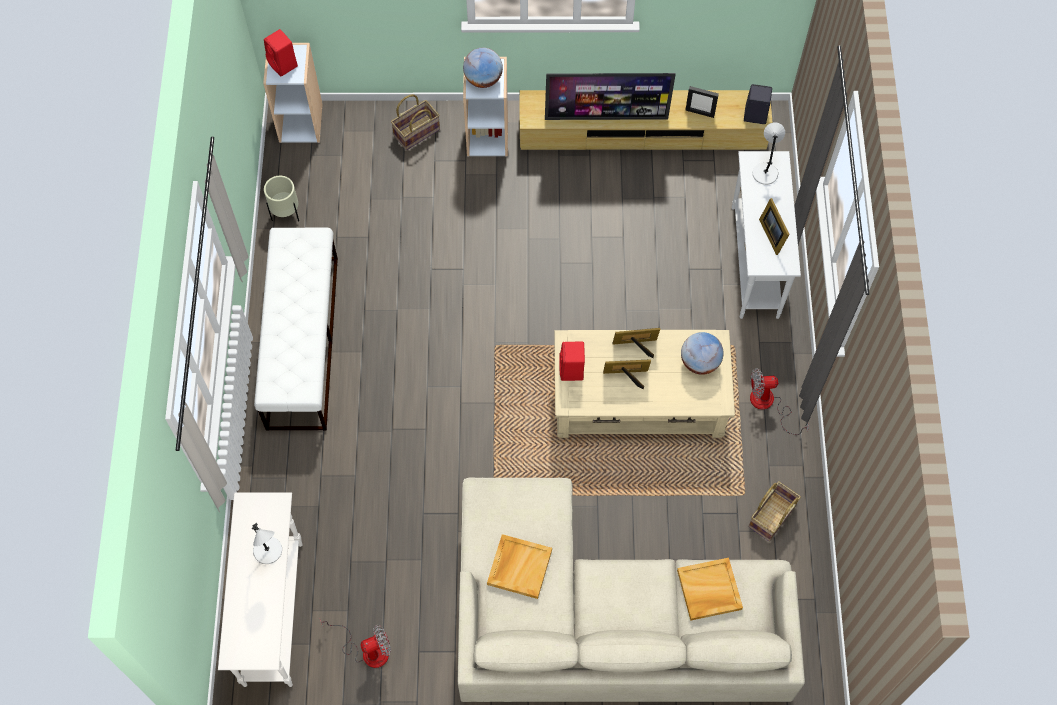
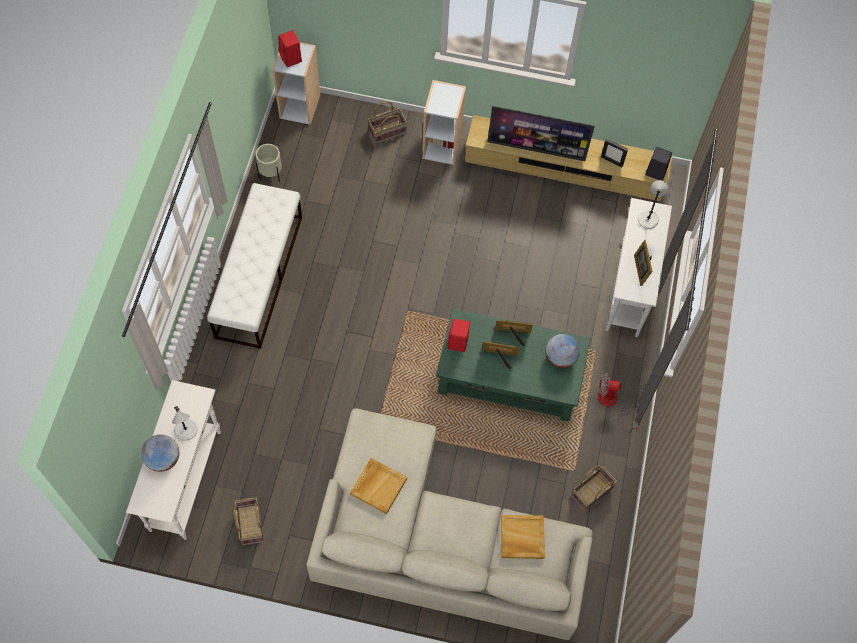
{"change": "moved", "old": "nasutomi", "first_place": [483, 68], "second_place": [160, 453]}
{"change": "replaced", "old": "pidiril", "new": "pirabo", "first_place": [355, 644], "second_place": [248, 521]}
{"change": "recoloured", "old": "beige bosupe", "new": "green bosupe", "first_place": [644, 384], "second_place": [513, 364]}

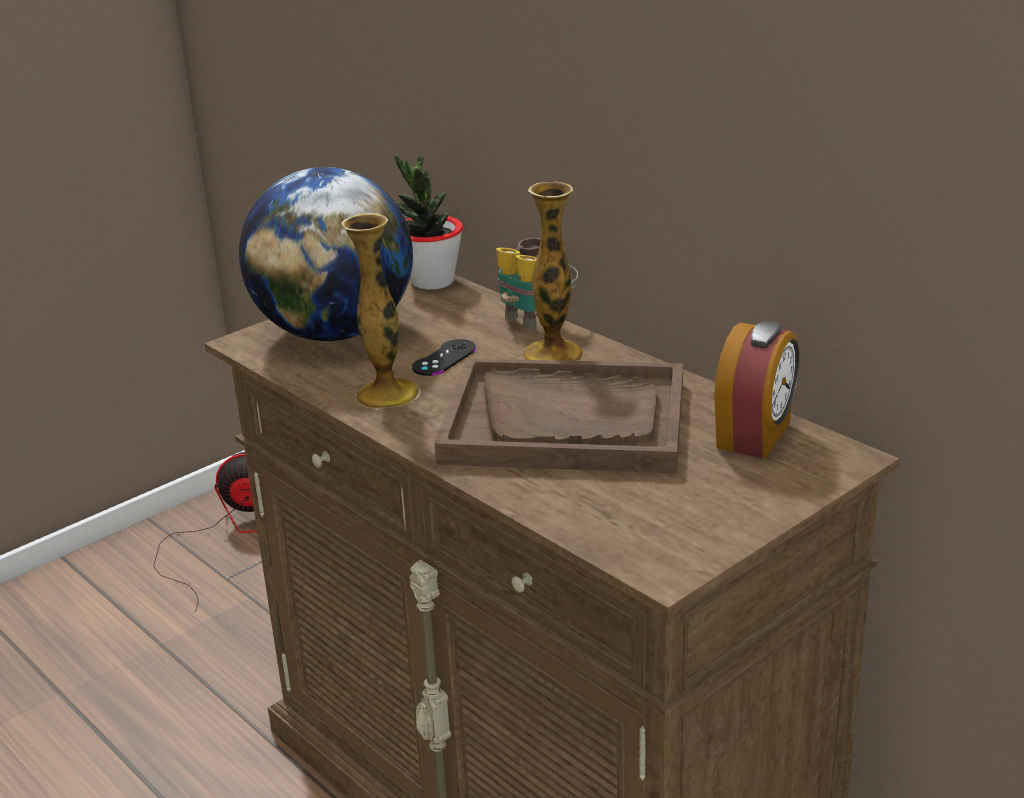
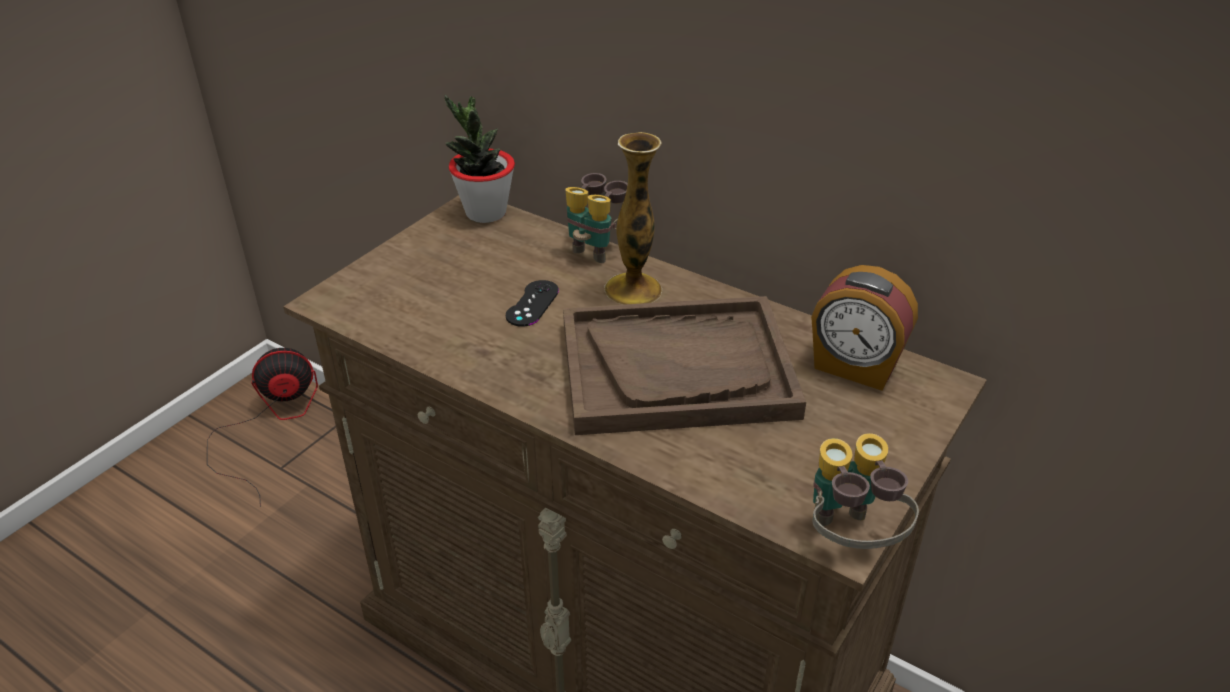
{"change": "turned", "old": "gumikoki", "first_place": [756, 390], "second_place": [864, 328], "degrees": 105}
{"change": "added", "new": "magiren", "second_place": [865, 491]}
{"change": "removed", "old": "nasutomi", "first_place": [326, 254]}
{"change": "removed", "old": "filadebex", "first_place": [380, 311]}

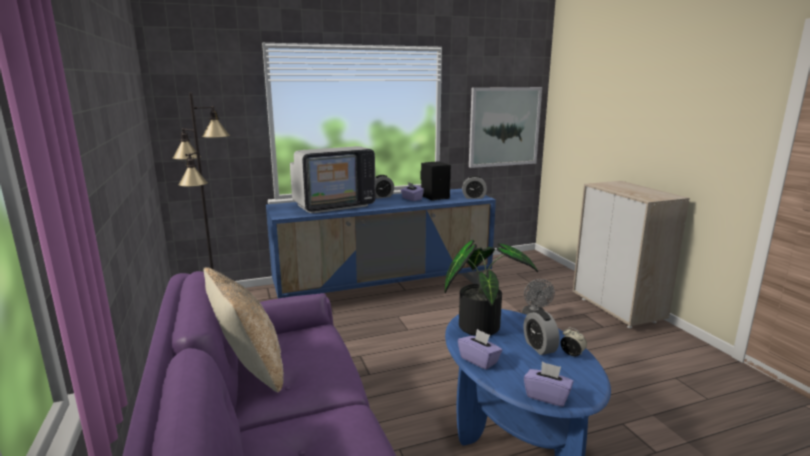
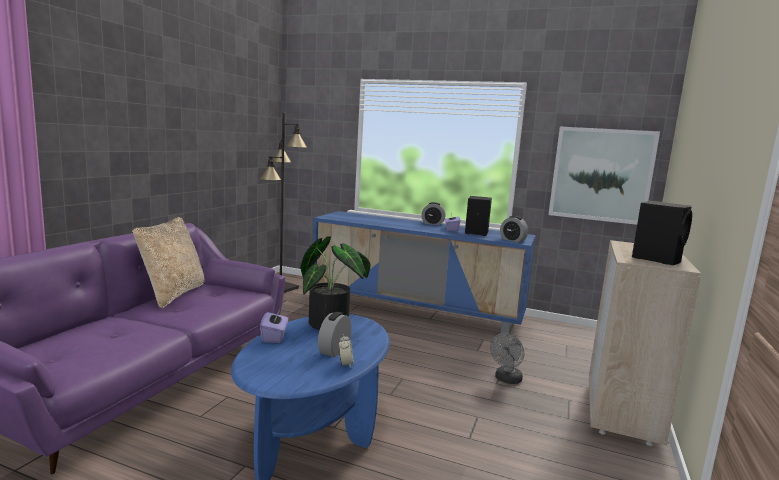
{"change": "added", "new": "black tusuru", "second_place": [662, 233]}
{"change": "removed", "old": "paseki", "first_place": [333, 179]}
{"change": "removed", "old": "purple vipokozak", "first_place": [548, 384]}

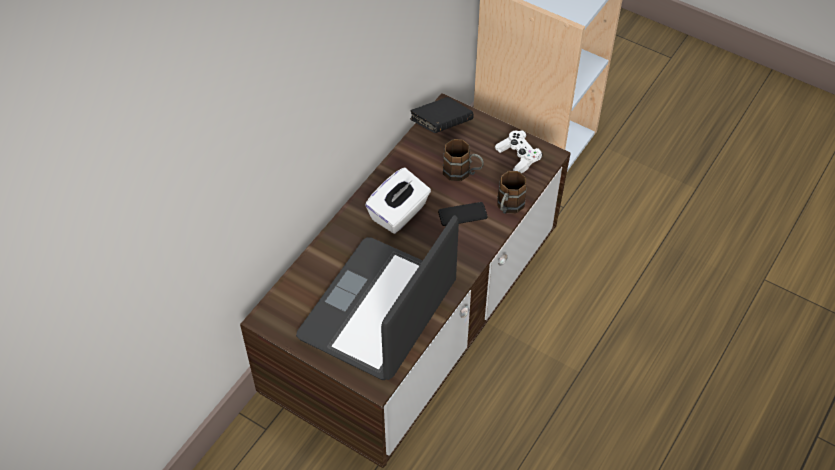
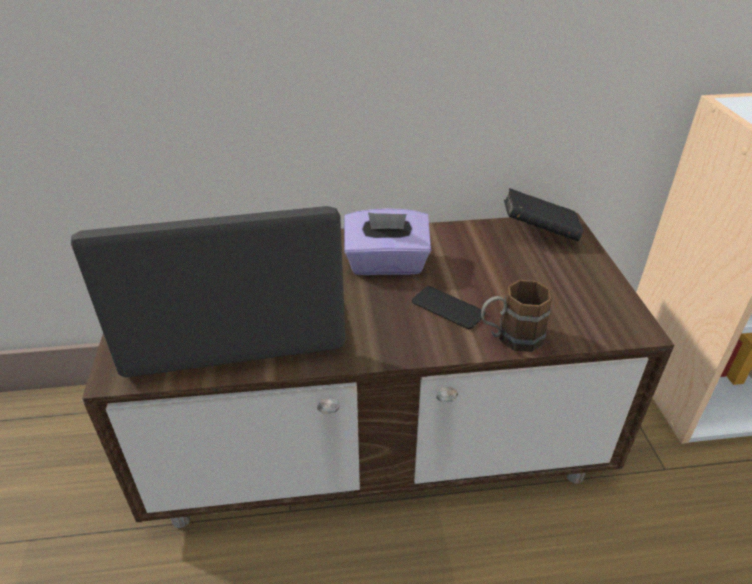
{"change": "recoloured", "old": "white vipokozak", "new": "purple vipokozak", "first_place": [398, 201], "second_place": [387, 241]}
{"change": "removed", "old": "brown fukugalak", "first_place": [463, 160]}
{"change": "removed", "old": "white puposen", "first_place": [519, 151]}

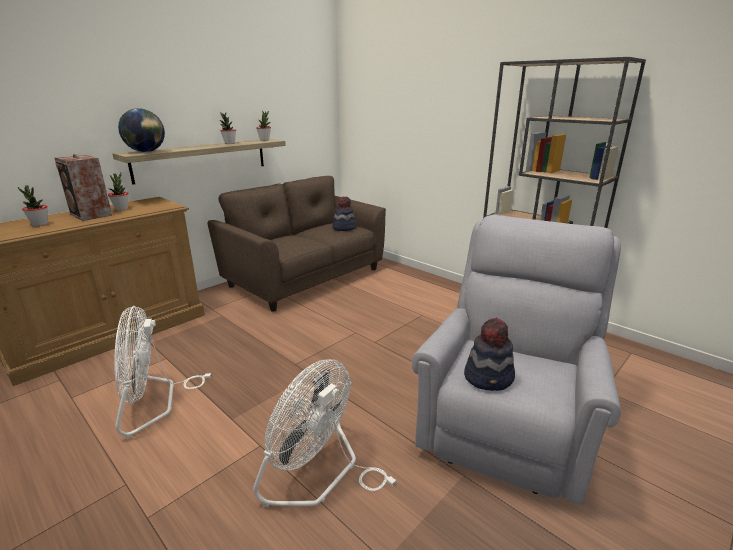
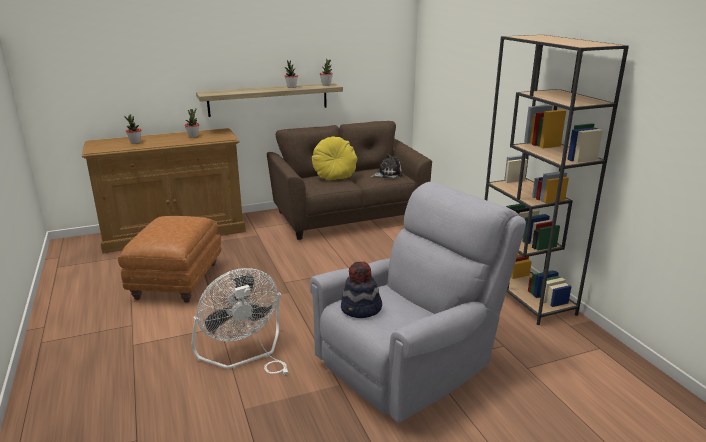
{"change": "replaced", "old": "white pidiril", "new": "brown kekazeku", "first_place": [162, 372], "second_place": [169, 259]}
{"change": "added", "new": "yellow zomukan", "second_place": [334, 158]}
{"change": "replaced", "old": "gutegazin", "new": "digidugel", "first_place": [344, 214], "second_place": [387, 166]}
{"change": "removed", "old": "tusuru", "first_place": [83, 187]}
{"change": "removed", "old": "nasutomi", "first_place": [141, 130]}

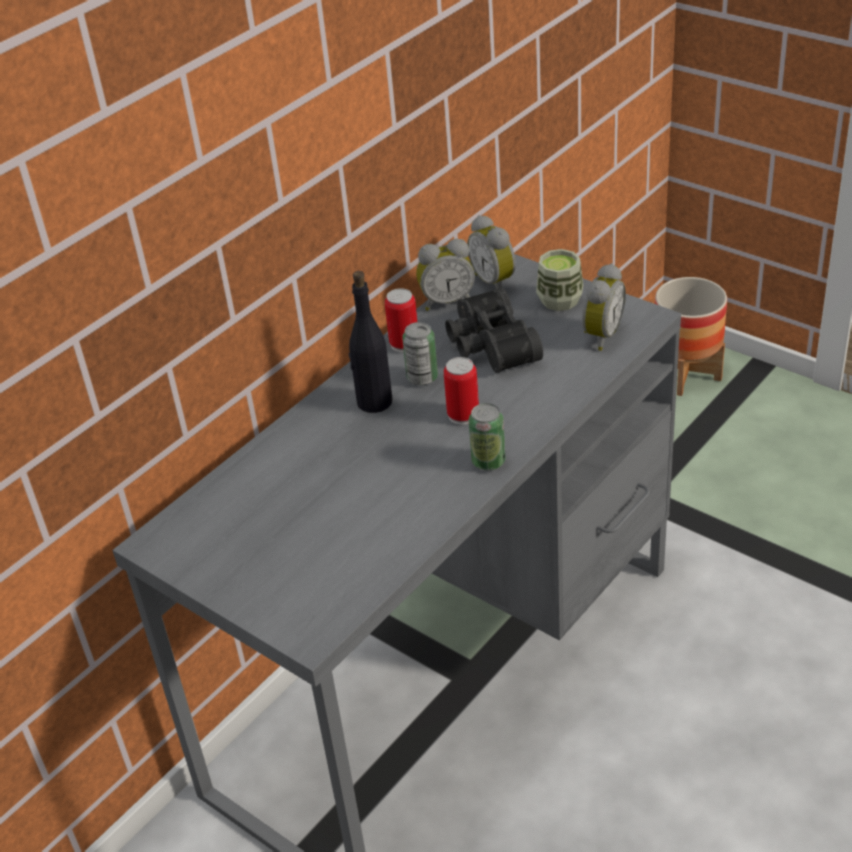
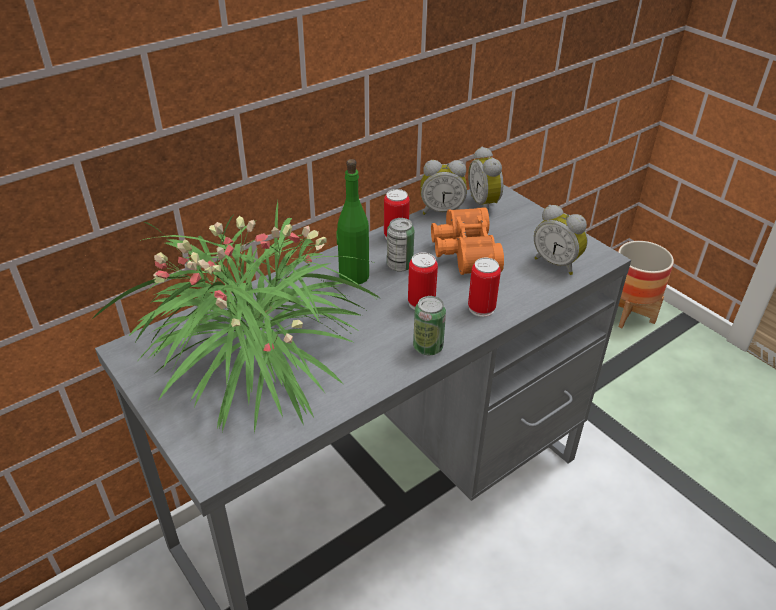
{"change": "added", "new": "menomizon", "second_place": [236, 317]}
{"change": "recoloured", "old": "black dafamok", "new": "green dafamok", "first_place": [370, 342], "second_place": [352, 221]}
{"change": "recoloured", "old": "black magiren", "new": "orange magiren", "first_place": [494, 330], "second_place": [467, 241]}
{"change": "added", "new": "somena", "second_place": [484, 287]}
{"change": "turned", "old": "gumikoki", "first_place": [604, 307], "second_place": [561, 240], "degrees": 90}
{"change": "removed", "old": "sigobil", "first_place": [559, 280]}

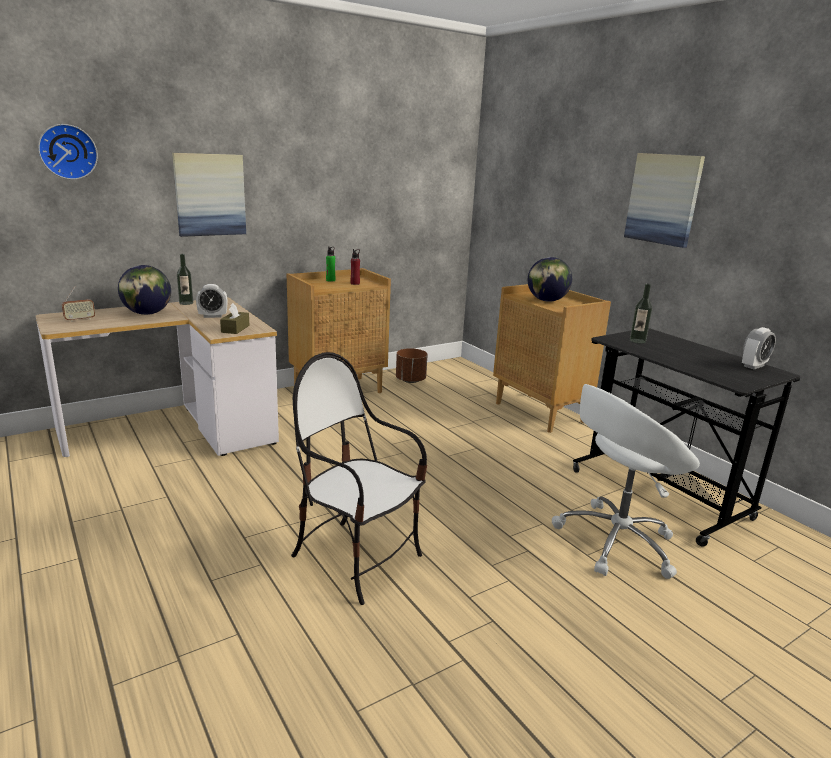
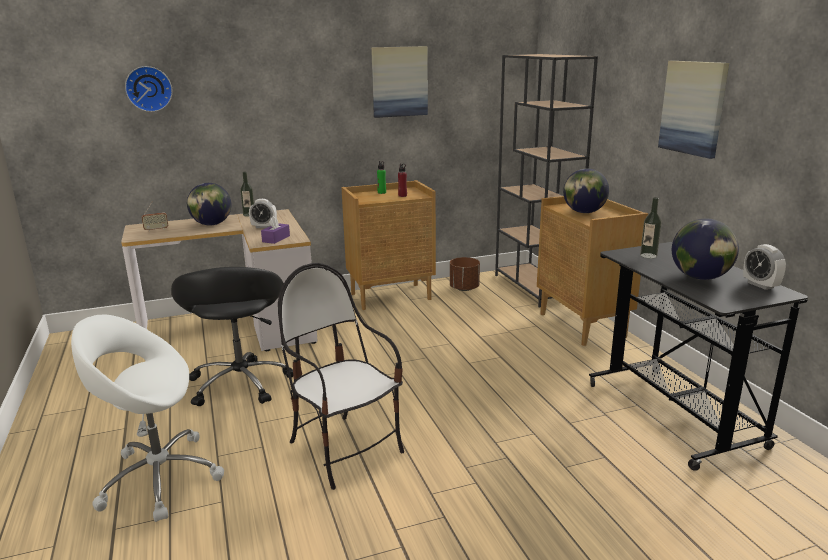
{"change": "moved", "old": "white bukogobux", "first_place": [626, 481], "second_place": [147, 418]}
{"change": "added", "new": "black bukogobux", "second_place": [232, 336]}
{"change": "recoloured", "old": "brown vipokozak", "new": "purple vipokozak", "first_place": [235, 318], "second_place": [275, 230]}
{"change": "moved", "old": "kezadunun", "first_place": [209, 195], "second_place": [399, 82]}
{"change": "added", "new": "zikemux", "second_place": [546, 181]}
{"change": "added", "new": "nasutomi", "second_place": [705, 249]}
{"change": "turned", "old": "gumikoki", "first_place": [759, 348], "second_place": [764, 267], "degrees": 90}

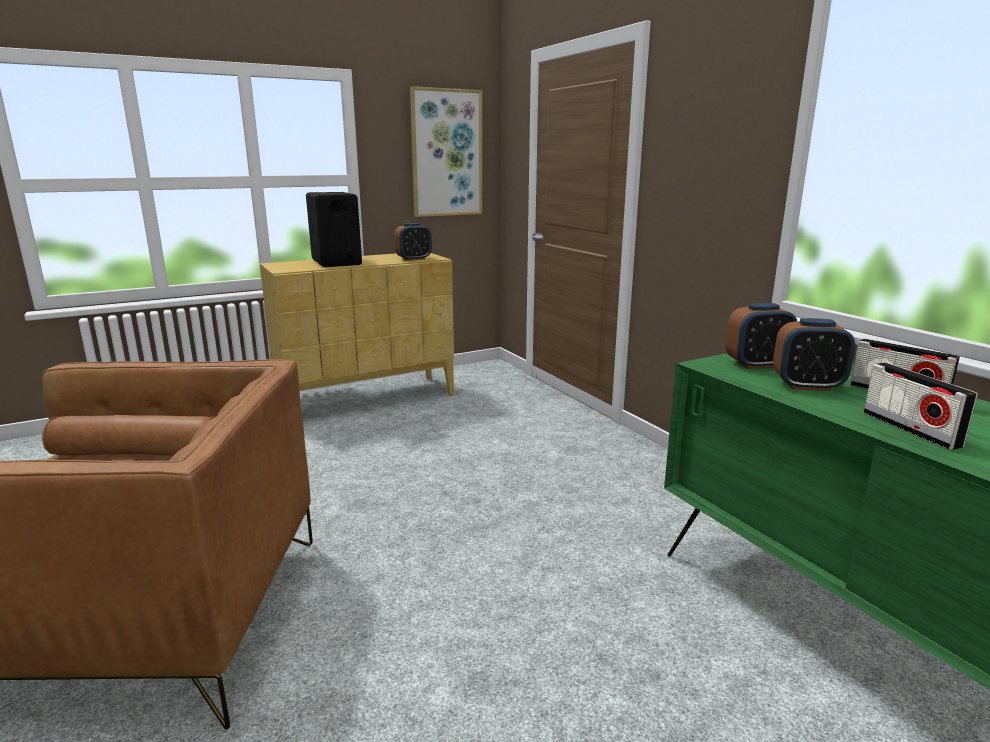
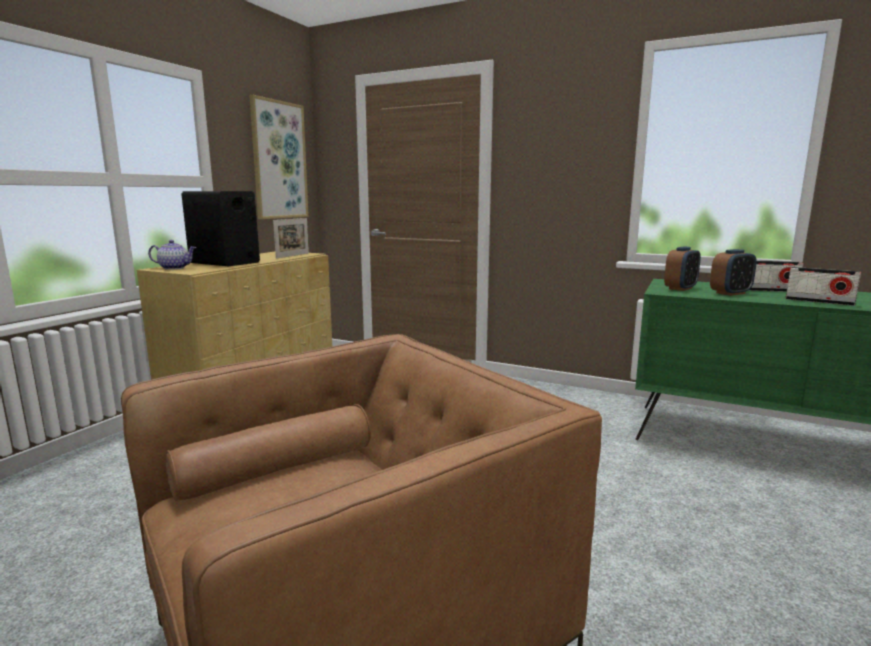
{"change": "added", "new": "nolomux", "second_place": [172, 255]}
{"change": "replaced", "old": "gumikoki", "new": "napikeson", "first_place": [413, 242], "second_place": [291, 238]}

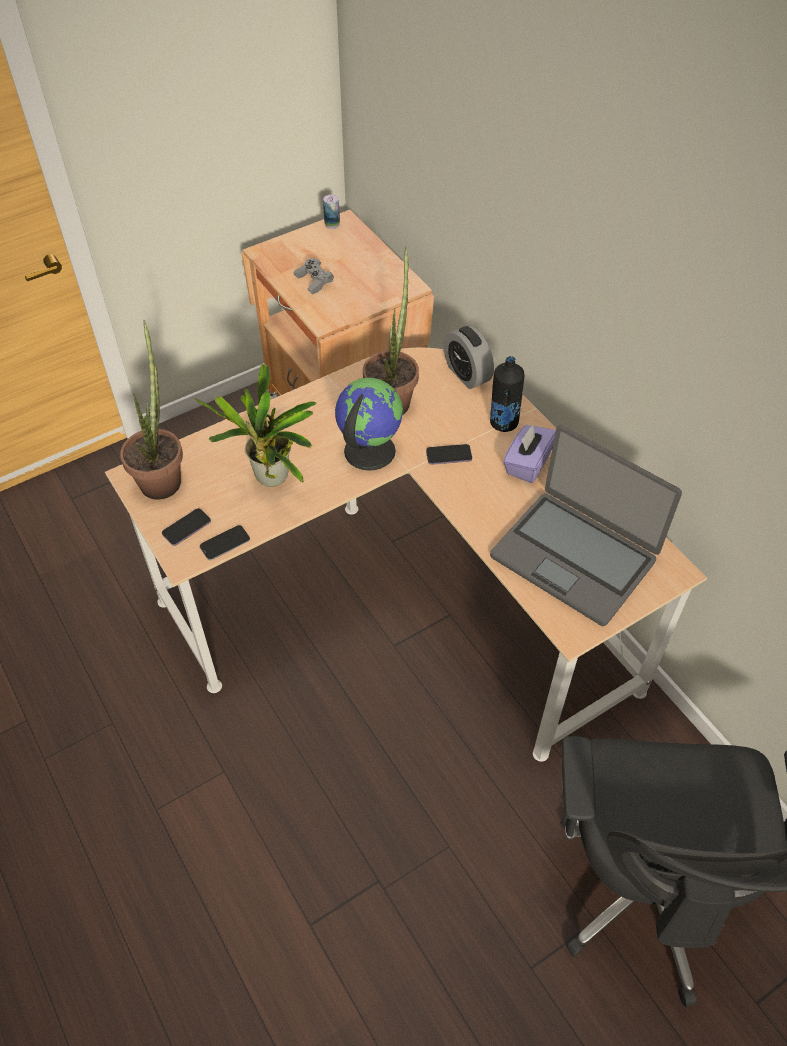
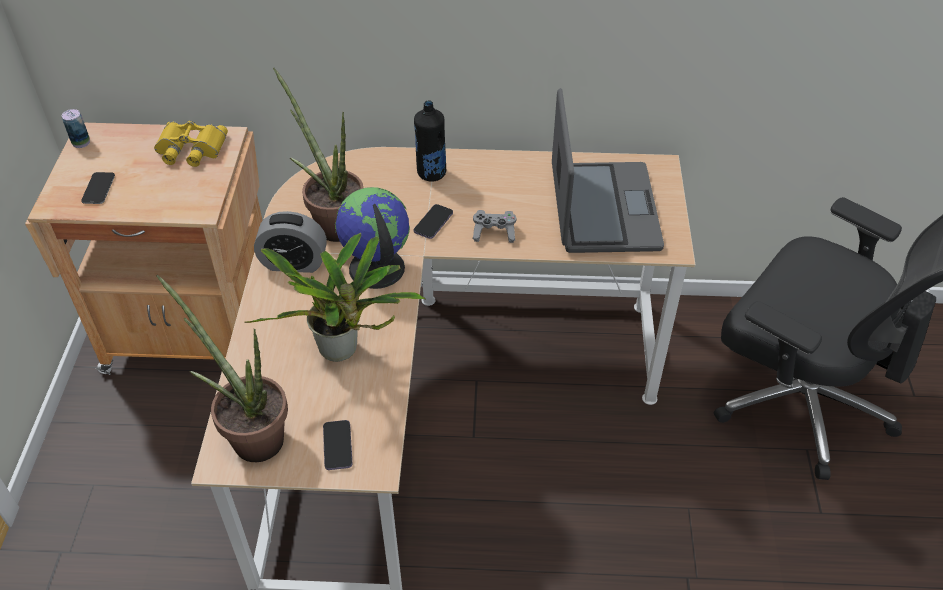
{"change": "moved", "old": "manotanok", "first_place": [225, 542], "second_place": [98, 188]}
{"change": "added", "new": "yellow magiren", "second_place": [191, 144]}
{"change": "moved", "old": "gumikoki", "first_place": [469, 357], "second_place": [290, 242]}
{"change": "moved", "old": "grey puposen", "first_place": [314, 276], "second_place": [494, 226]}
{"change": "turned", "old": "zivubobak", "first_place": [586, 525], "second_place": [608, 170], "degrees": -75}
{"change": "removed", "old": "purple vipokozak", "first_place": [529, 453]}

